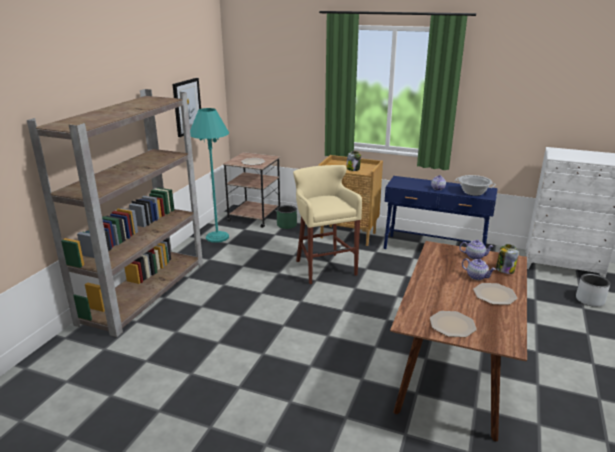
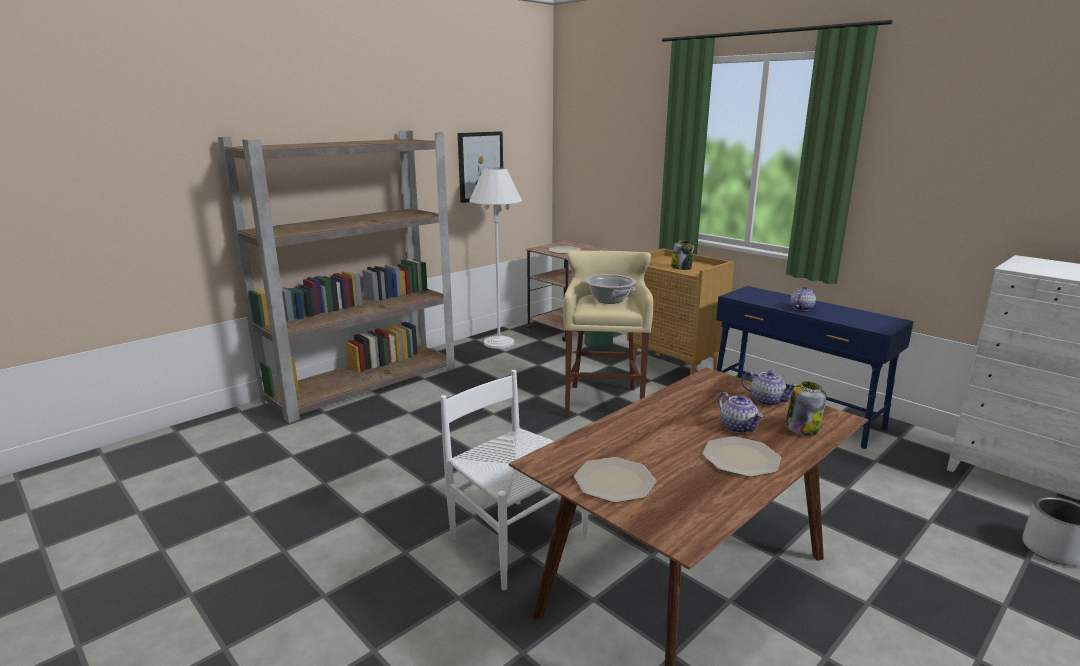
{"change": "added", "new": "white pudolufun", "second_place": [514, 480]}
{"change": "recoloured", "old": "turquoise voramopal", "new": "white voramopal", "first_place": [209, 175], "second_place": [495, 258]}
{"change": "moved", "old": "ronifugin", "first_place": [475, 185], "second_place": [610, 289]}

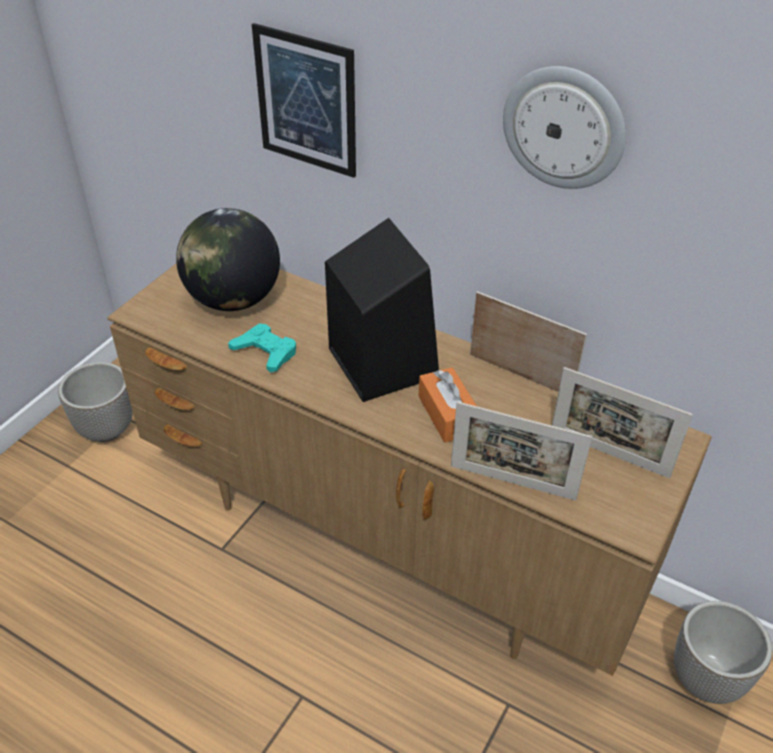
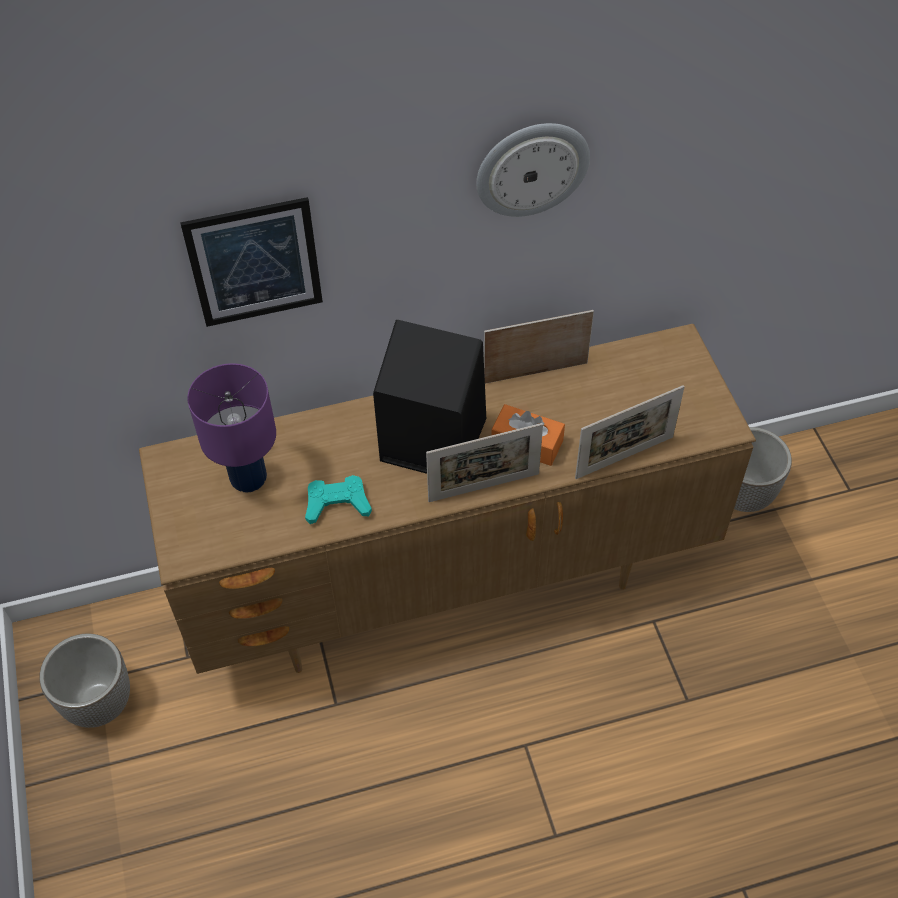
{"change": "replaced", "old": "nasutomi", "new": "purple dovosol", "first_place": [228, 259], "second_place": [231, 428]}
{"change": "moved", "old": "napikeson", "first_place": [622, 422], "second_place": [484, 462]}

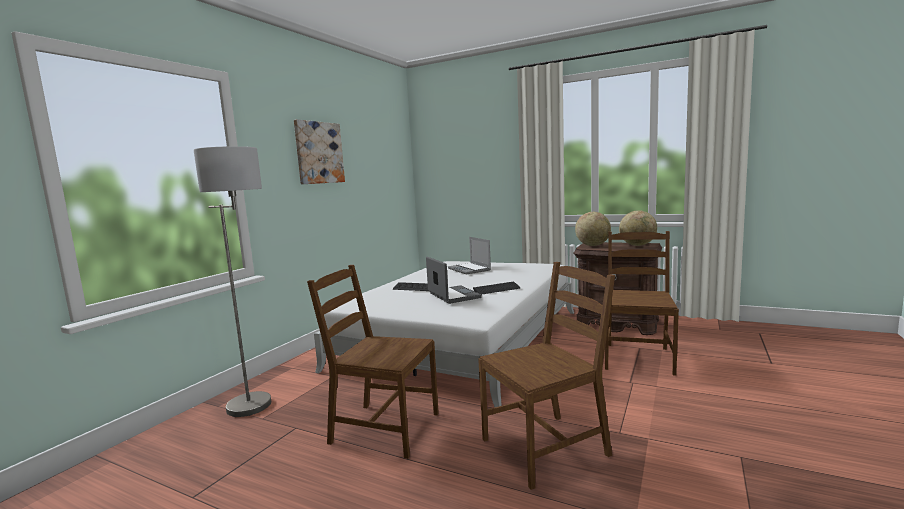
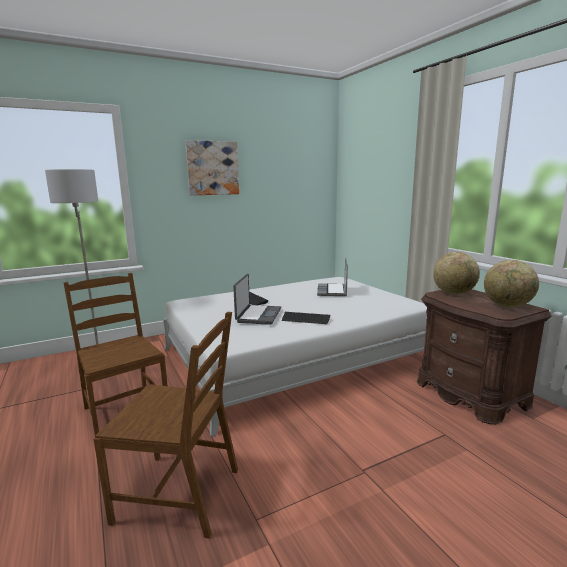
{"change": "removed", "old": "brown pudolufun", "first_place": [642, 303]}

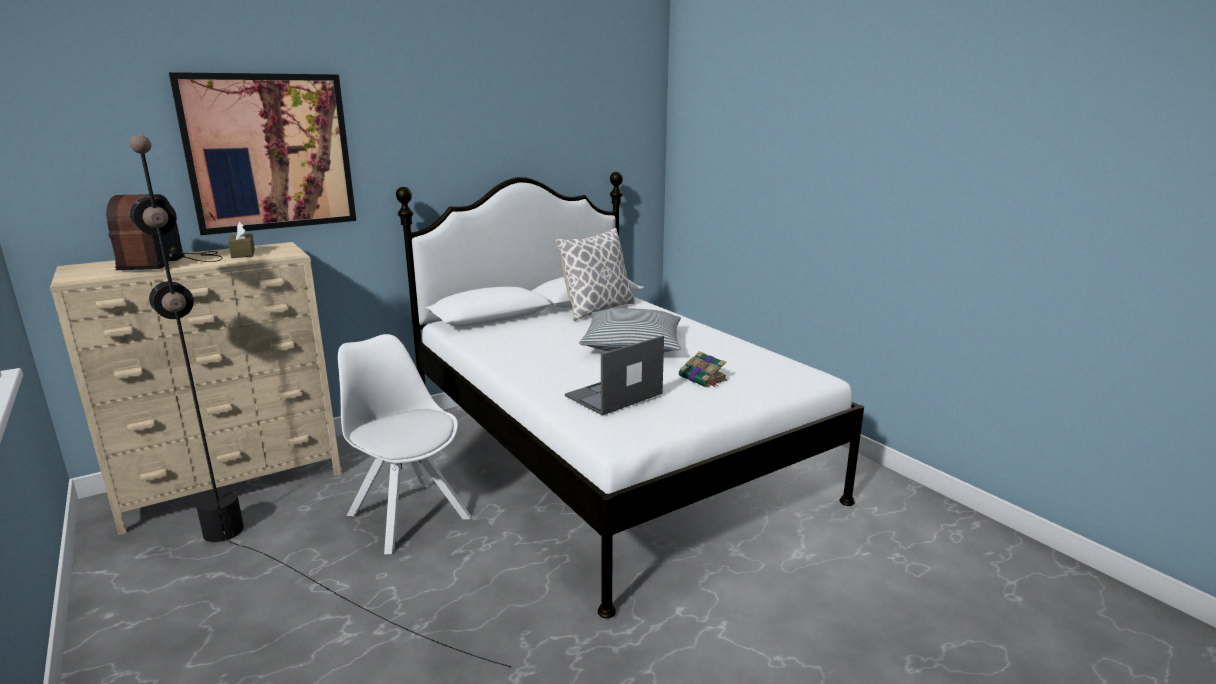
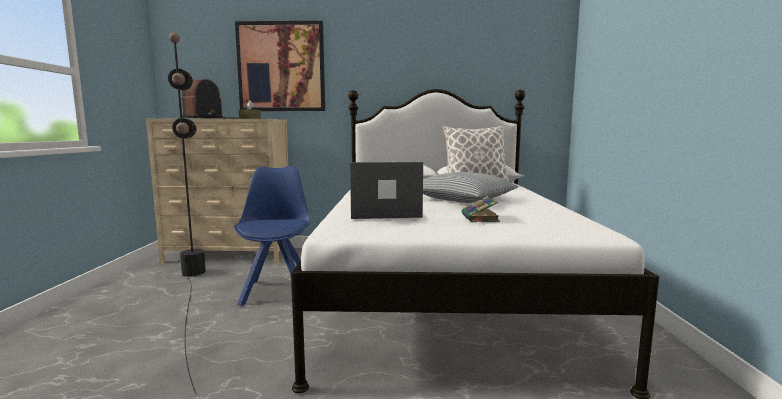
{"change": "recoloured", "old": "white pudolufun", "new": "blue pudolufun", "first_place": [404, 444], "second_place": [272, 236]}

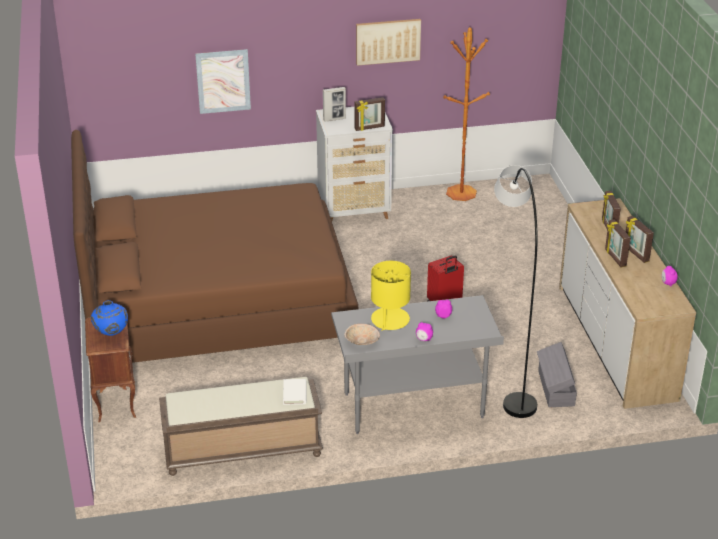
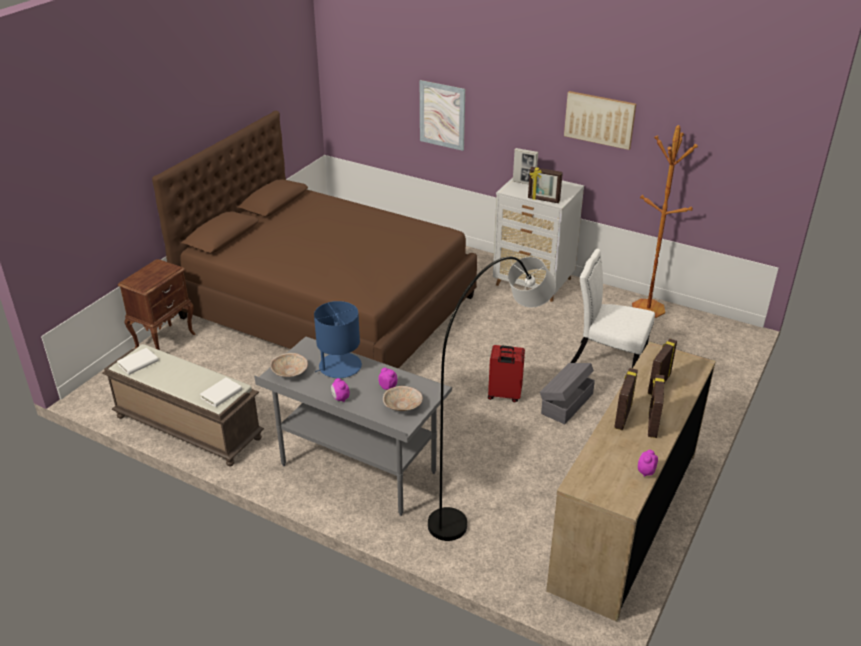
{"change": "added", "new": "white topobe", "second_place": [138, 361]}
{"change": "recoloured", "old": "yellow dovosol", "new": "blue dovosol", "first_place": [391, 296], "second_place": [338, 339]}
{"change": "added", "new": "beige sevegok", "second_place": [403, 398]}
{"change": "moved", "old": "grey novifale", "first_place": [557, 374], "second_place": [567, 393]}
{"change": "added", "new": "white pudolufun", "second_place": [612, 308]}
{"change": "removed", "old": "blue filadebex", "first_place": [109, 318]}

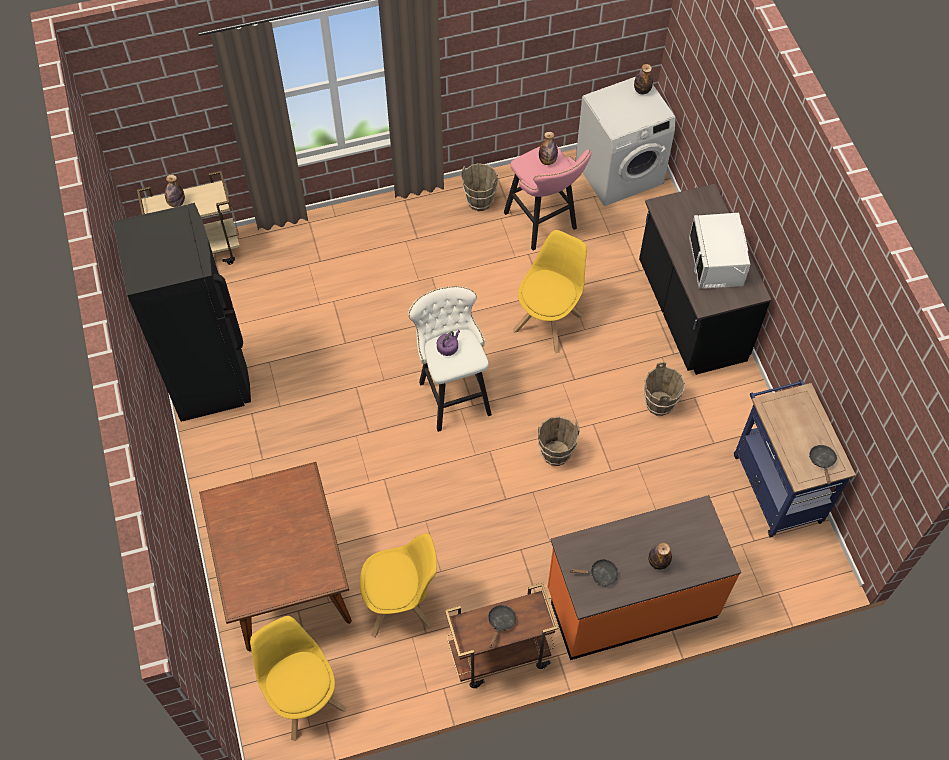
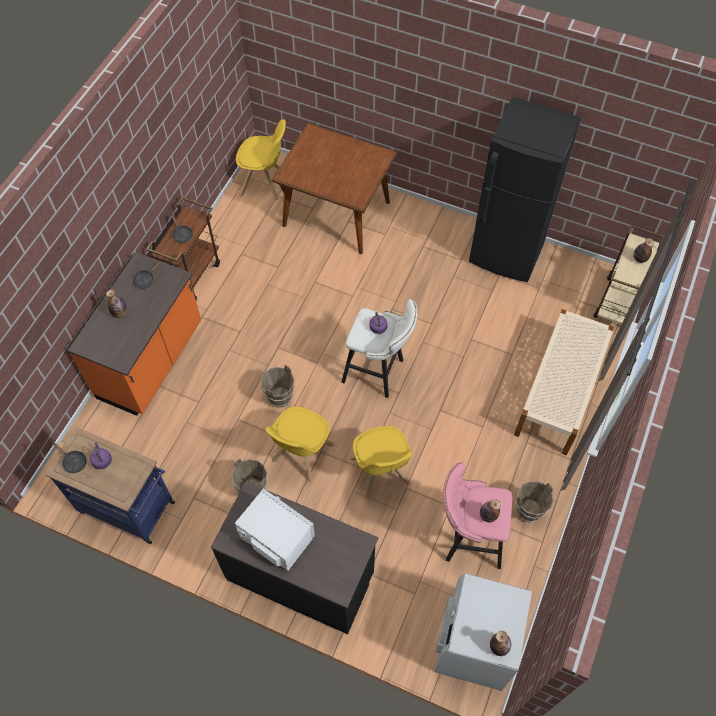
{"change": "added", "new": "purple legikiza", "second_place": [101, 455]}
{"change": "moved", "old": "yellow pudolufun", "first_place": [398, 585], "second_place": [300, 444]}
{"change": "added", "new": "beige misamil", "second_place": [564, 382]}

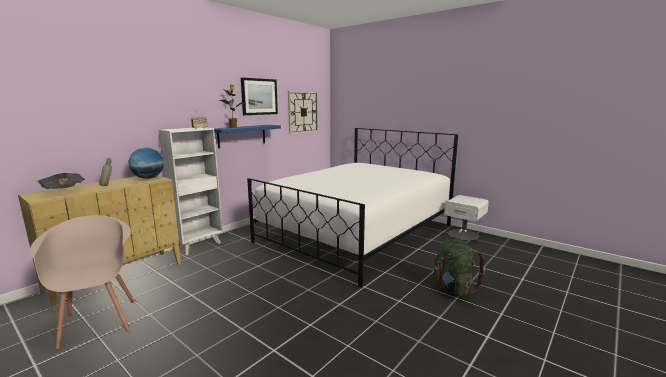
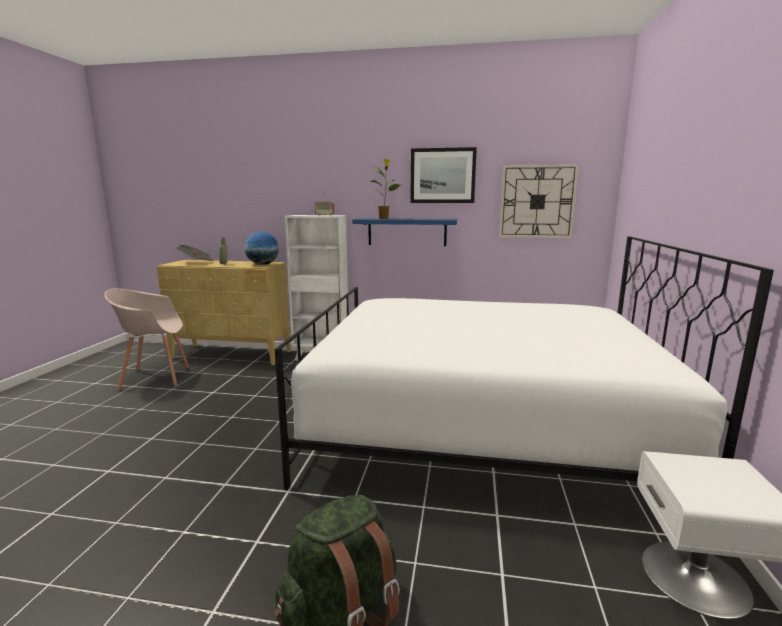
{"change": "turned", "old": "beige pudolufun", "first_place": [82, 282], "second_place": [147, 339], "degrees": -135}

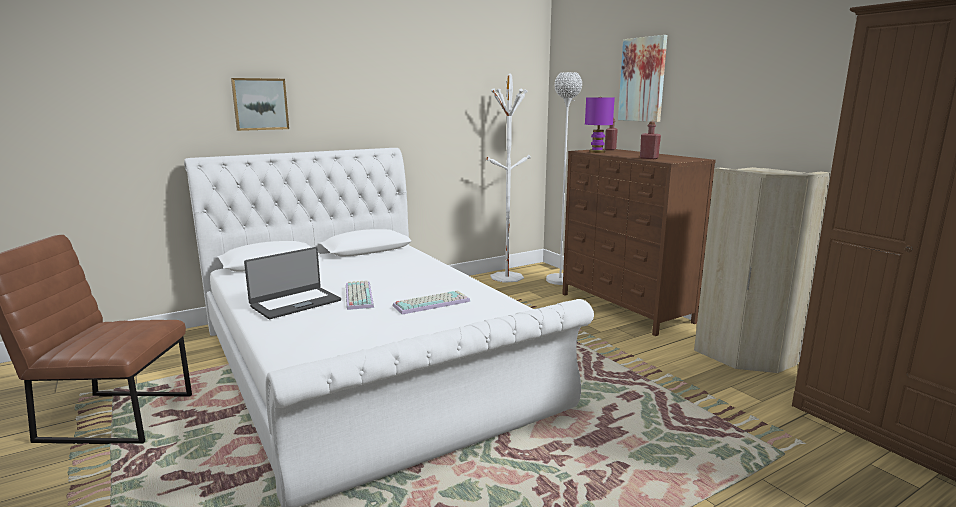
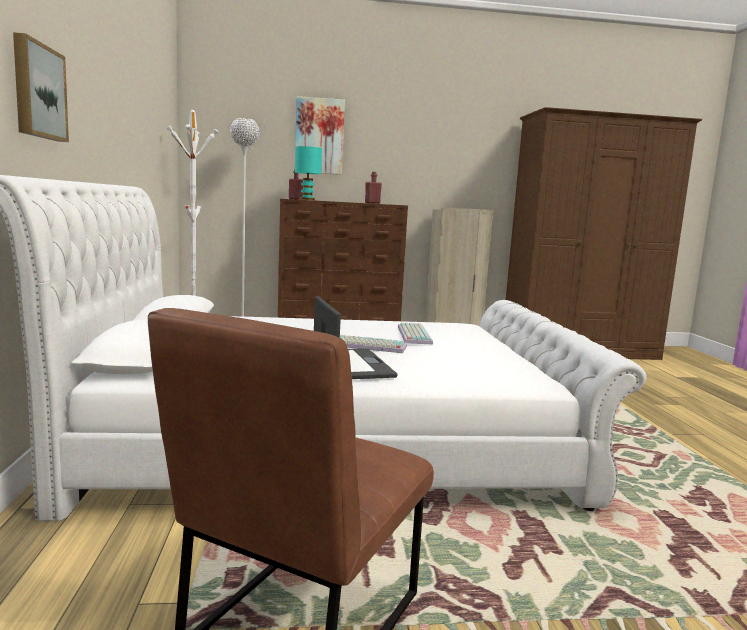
{"change": "recoloured", "old": "purple dovosol", "new": "turquoise dovosol", "first_place": [600, 125], "second_place": [308, 173]}

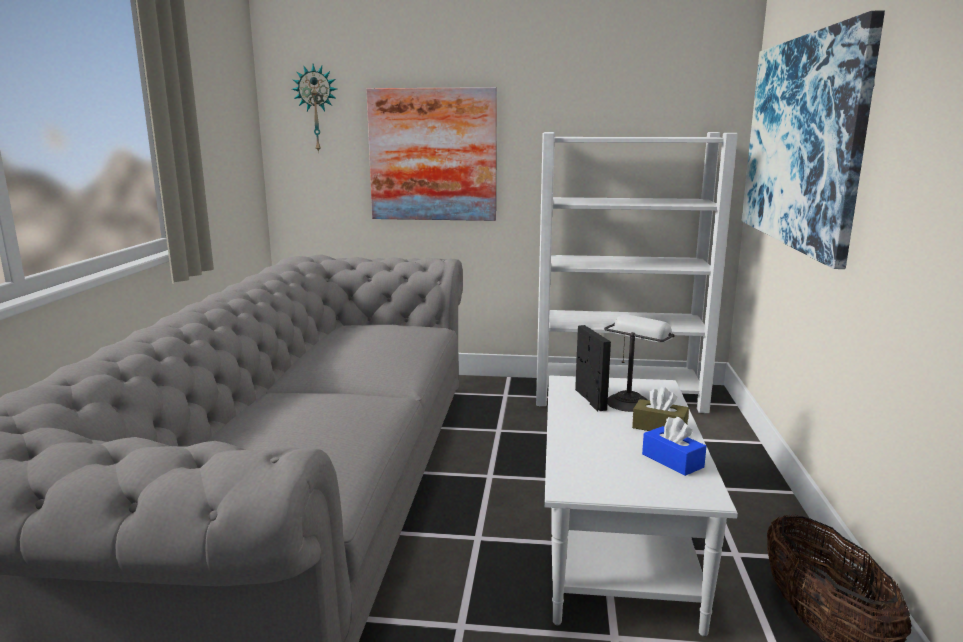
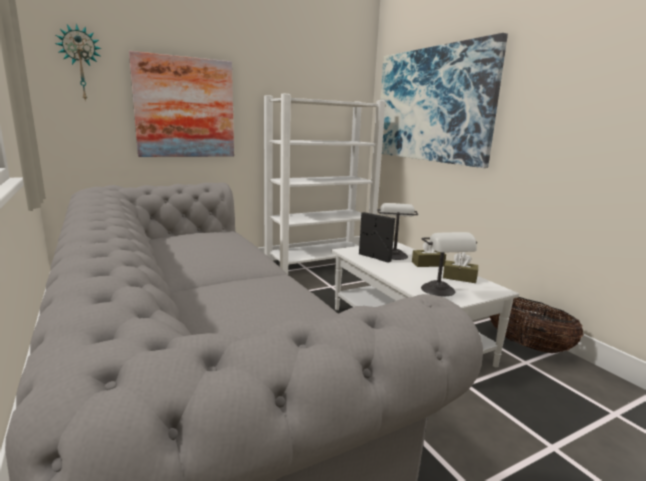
{"change": "added", "new": "dovosol", "second_place": [449, 264]}
{"change": "recoloured", "old": "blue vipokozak", "new": "brown vipokozak", "first_place": [674, 446], "second_place": [460, 267]}

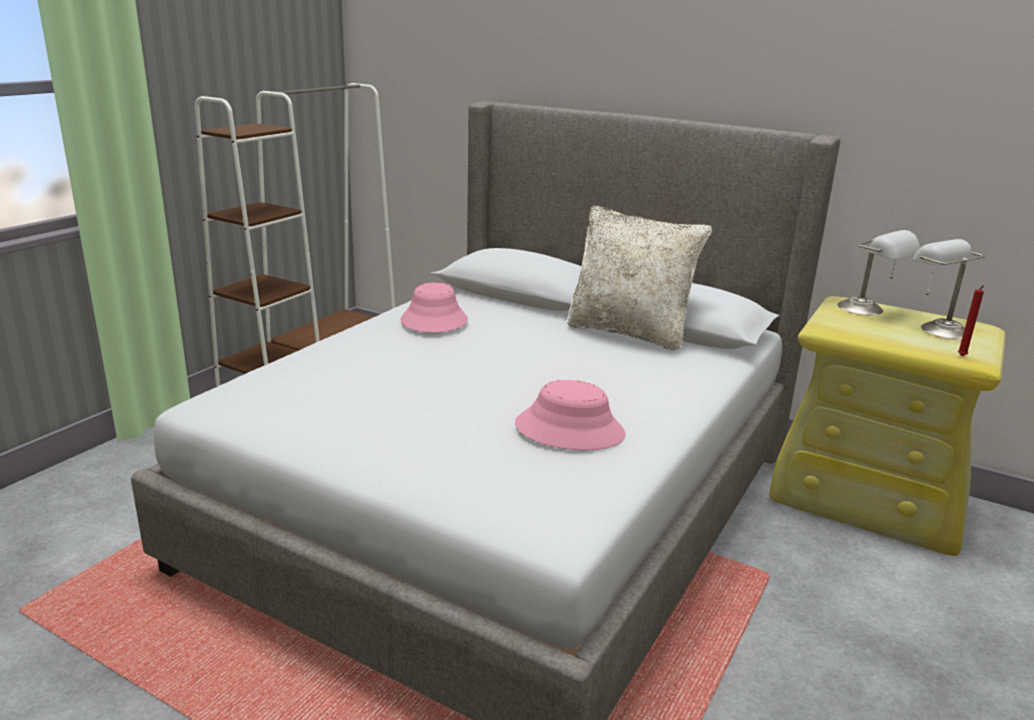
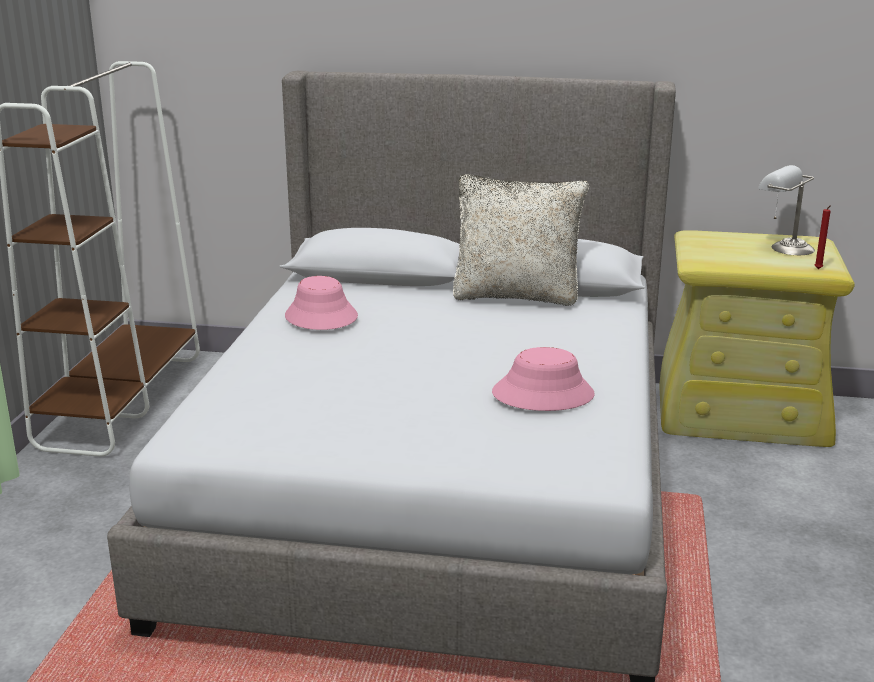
{"change": "removed", "old": "white dovosol", "first_place": [878, 272]}

